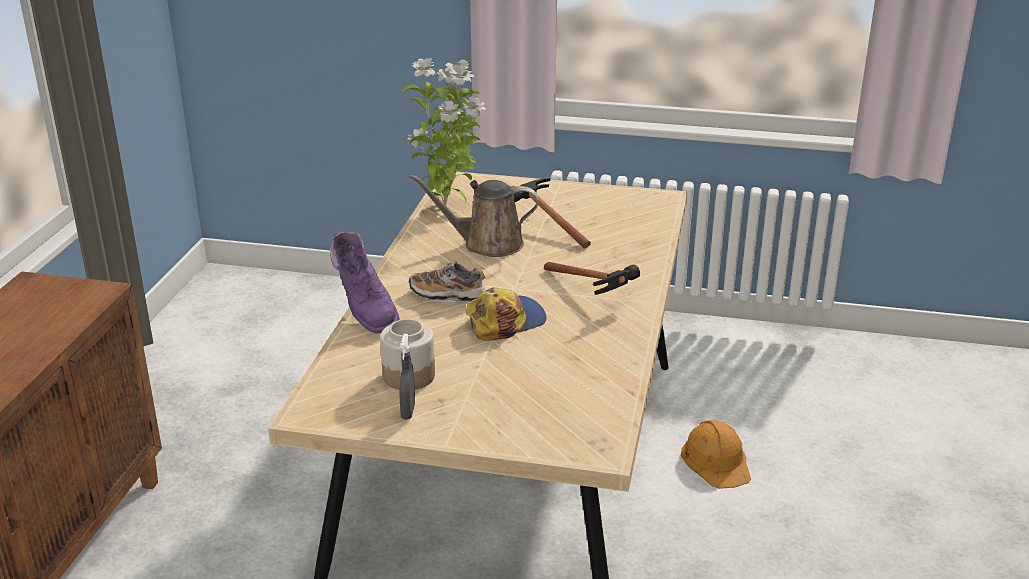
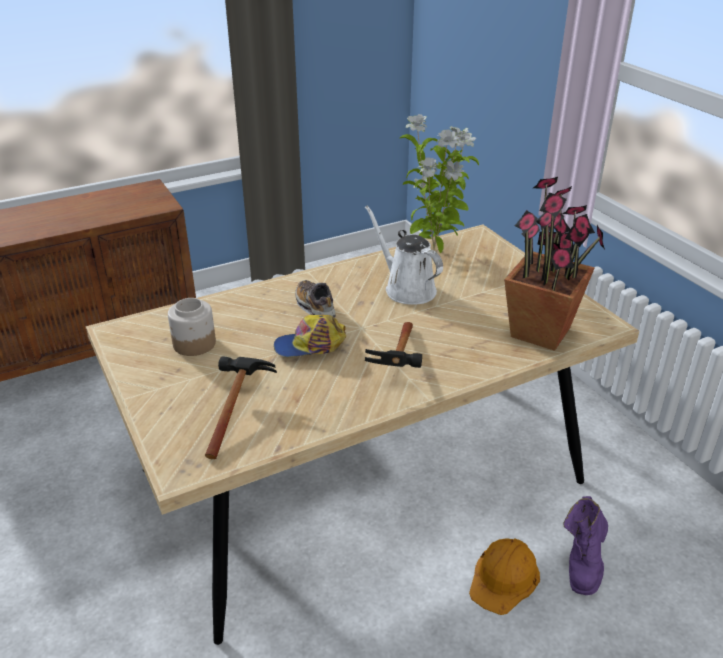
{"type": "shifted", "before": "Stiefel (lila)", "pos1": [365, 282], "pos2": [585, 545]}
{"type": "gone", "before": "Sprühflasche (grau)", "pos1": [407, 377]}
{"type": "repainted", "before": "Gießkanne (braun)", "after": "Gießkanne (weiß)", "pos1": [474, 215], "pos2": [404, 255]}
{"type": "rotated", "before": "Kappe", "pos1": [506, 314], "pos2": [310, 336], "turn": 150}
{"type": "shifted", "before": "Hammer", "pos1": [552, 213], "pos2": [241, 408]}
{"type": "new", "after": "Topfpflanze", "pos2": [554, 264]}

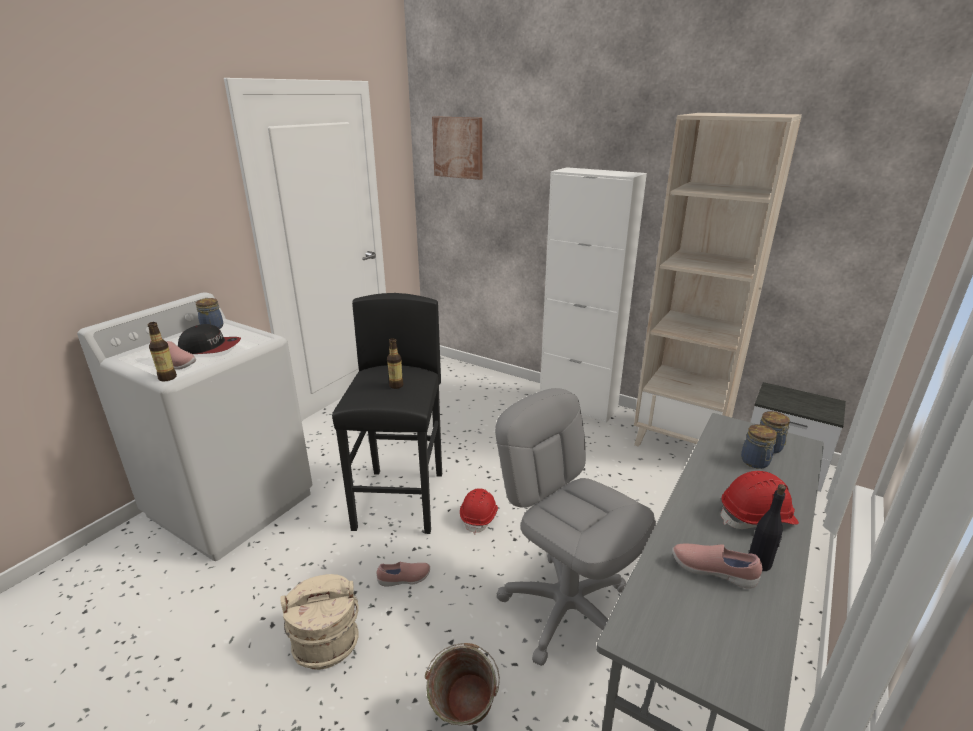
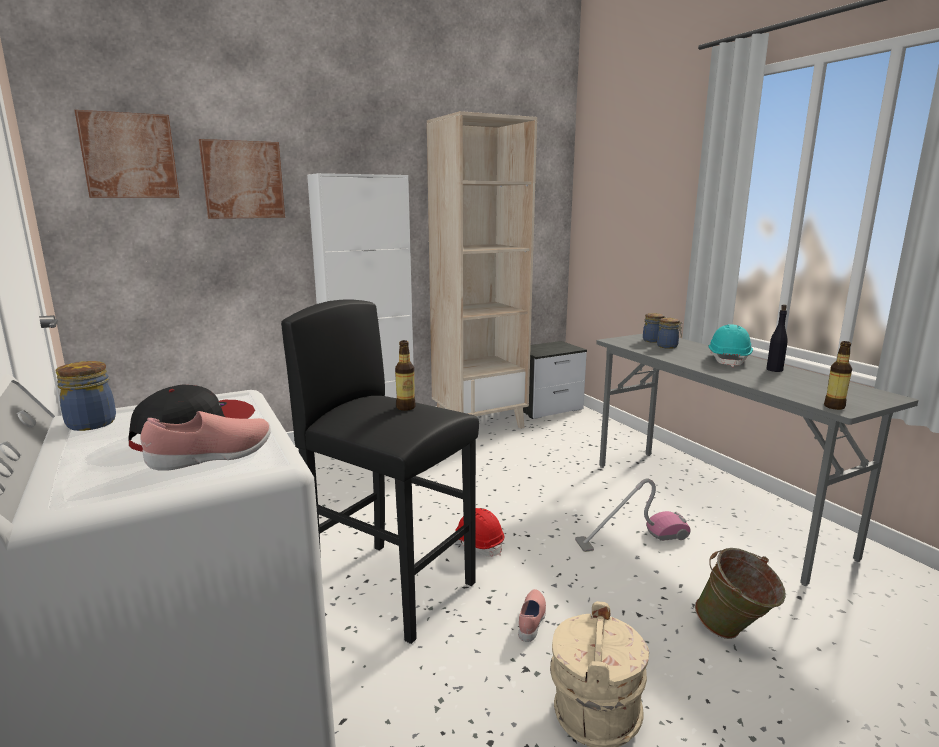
{"type": "shifted", "before": "Flasche", "pos1": [162, 351], "pos2": [838, 375]}
{"type": "swapped", "before": "Bürostuhl (grau)", "after": "Staubsauger", "pos1": [575, 527], "pos2": [633, 515]}
{"type": "gone", "before": "Schuh (rosa)", "pos1": [717, 566]}
{"type": "repainted", "before": "Schutzhelm (rot)", "after": "Schutzhelm (türkis)", "pos1": [760, 500], "pos2": [730, 345]}
{"type": "new", "after": "Bild", "pos2": [242, 179]}

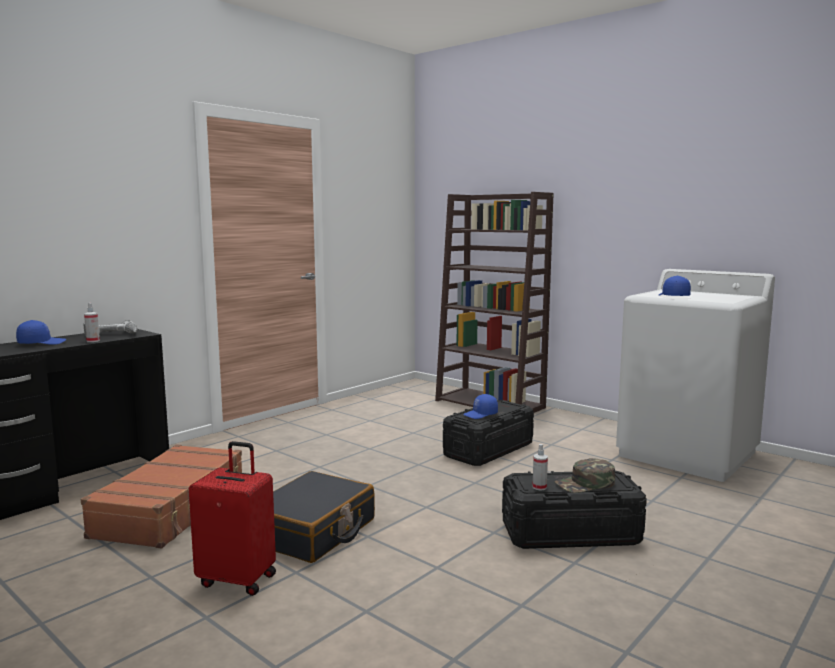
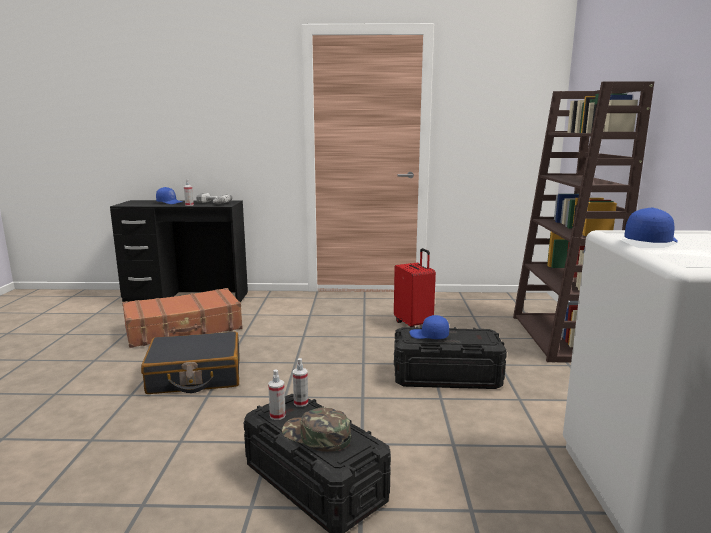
{"type": "shifted", "before": "Koffer (rot)", "pos1": [232, 518], "pos2": [415, 287]}
{"type": "new", "after": "Sprühflasche", "pos2": [300, 382]}

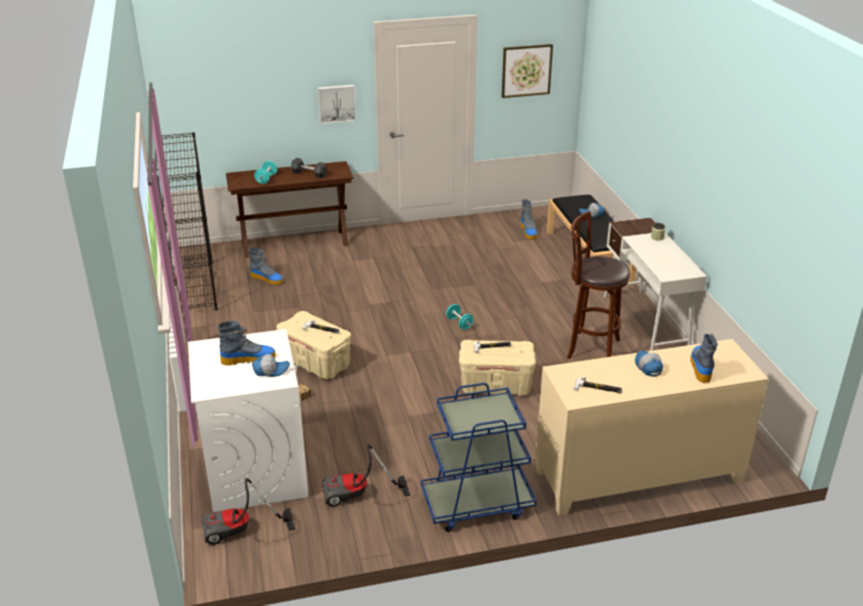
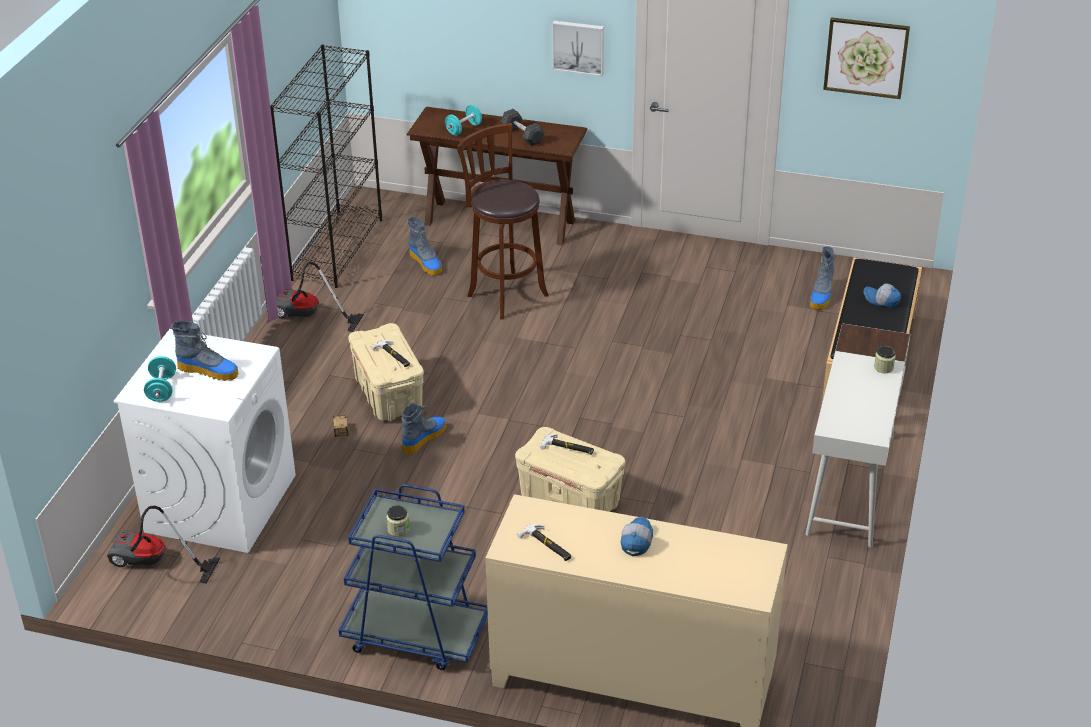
{"type": "gone", "before": "Kappe", "pos1": [271, 365]}
{"type": "shifted", "before": "Staubsauger", "pos1": [366, 475], "pos2": [320, 296]}
{"type": "shifted", "before": "Hantel (türkis)", "pos1": [460, 317], "pos2": [160, 379]}
{"type": "shifted", "before": "Hocker (braun)", "pos1": [598, 285], "pos2": [503, 221]}
{"type": "shifted", "before": "Stiefel", "pos1": [704, 358], "pos2": [424, 429]}
{"type": "new", "after": "Vorratsglas", "pos2": [398, 520]}

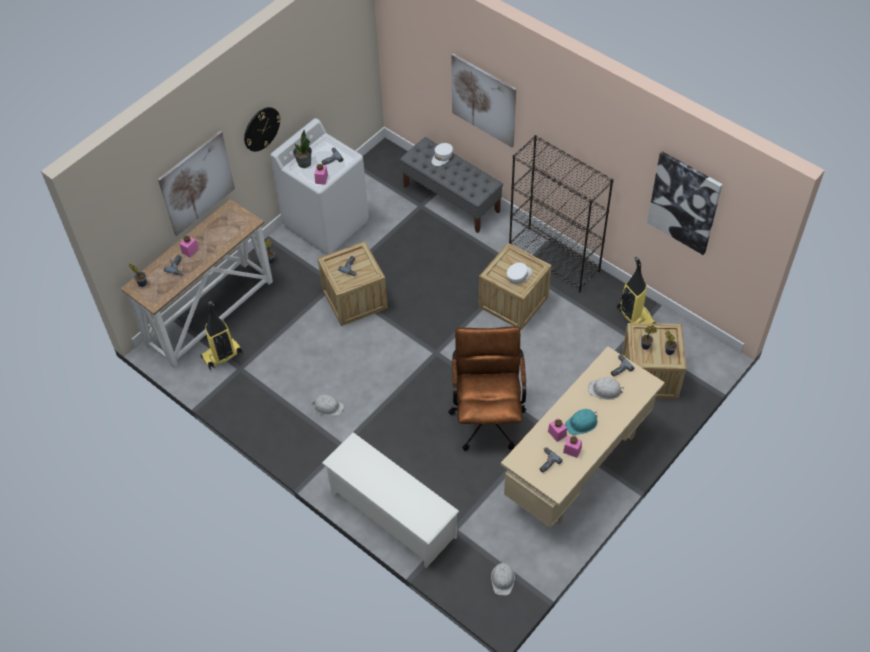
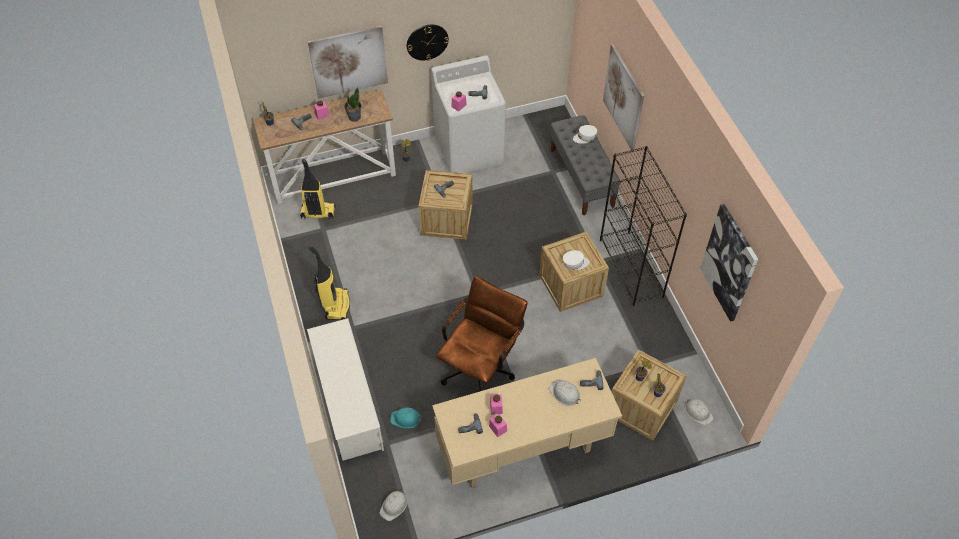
{"type": "shifted", "before": "Topfpflanze", "pos1": [302, 149], "pos2": [353, 104]}
{"type": "shifted", "before": "Schutzhelm (weiß)", "pos1": [327, 405], "pos2": [699, 412]}
{"type": "shifted", "before": "Schutzhelm (türkis)", "pos1": [581, 422], "pos2": [406, 417]}
{"type": "shifted", "before": "Staubsauger", "pos1": [636, 290], "pos2": [329, 282]}

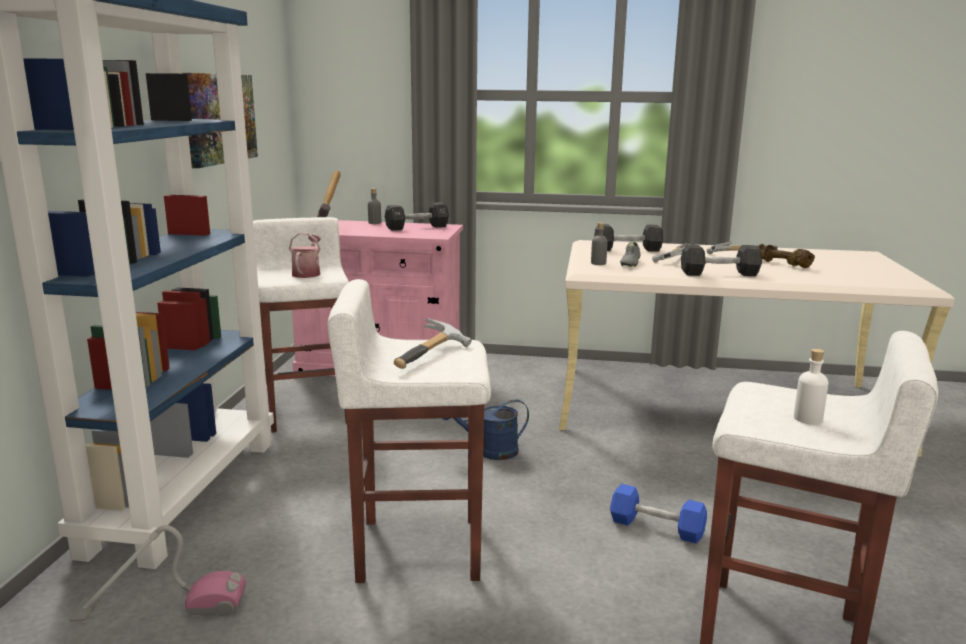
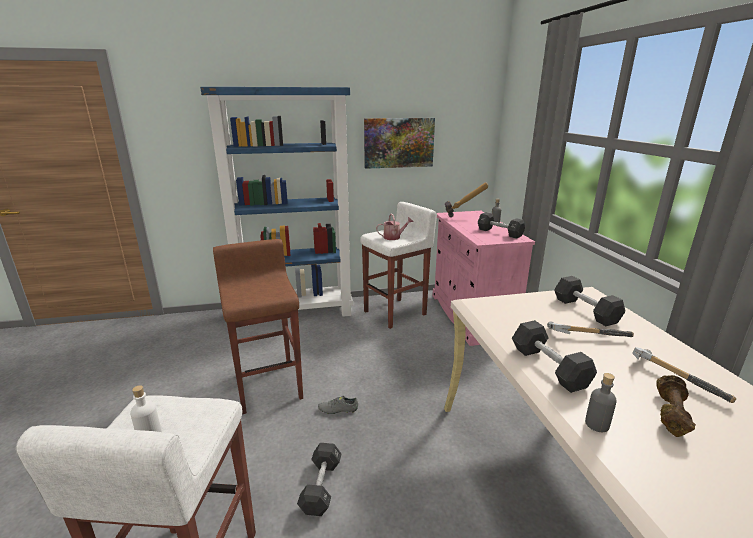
{"type": "gone", "before": "Staubsauger", "pos1": [158, 574]}
{"type": "repainted", "before": "Hocker (weiß)", "after": "Hocker (braun)", "pos1": [409, 431], "pos2": [258, 326]}
{"type": "gone", "before": "Hammer", "pos1": [433, 343]}
{"type": "gone", "before": "Gießkanne (blau)", "pos1": [485, 429]}
{"type": "shifted", "before": "Flasche (grau)", "pos1": [599, 243], "pos2": [601, 402]}
{"type": "repainted", "before": "Hantel (blau)", "after": "Hantel (schwarz)", "pos1": [658, 514], "pos2": [319, 479]}
{"type": "shifted", "before": "Schuh (grau)", "pos1": [630, 254], "pos2": [338, 405]}

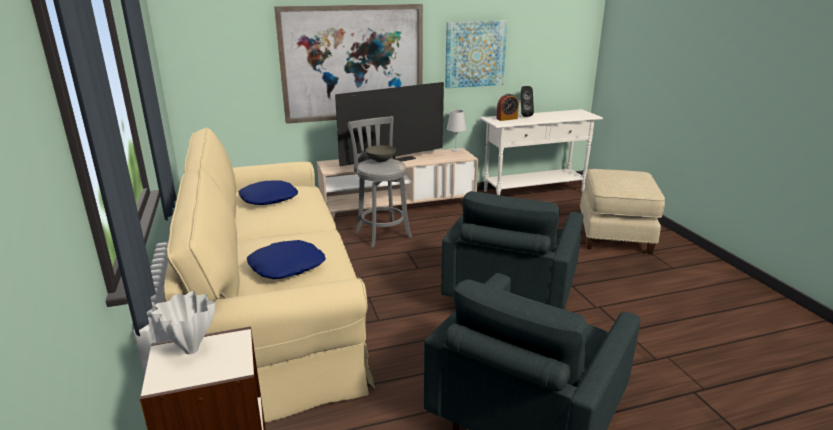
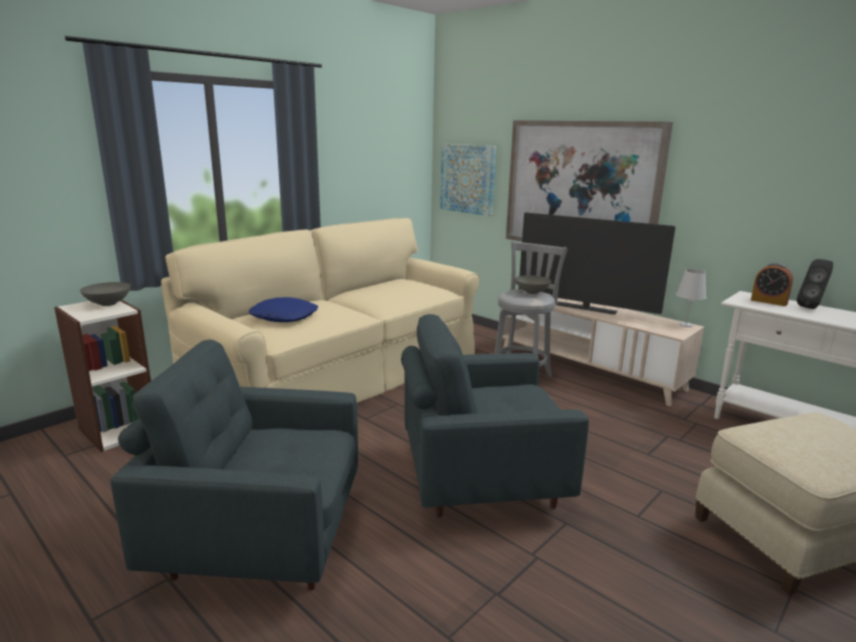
{"type": "swapped", "before": "Vase (weiß)", "after": "Schüssel (grau)", "pos1": [183, 322], "pos2": [105, 294]}
{"type": "gone", "before": "Kissen (blau)", "pos1": [268, 192]}
{"type": "shifted", "before": "Bild", "pos1": [476, 54], "pos2": [468, 180]}

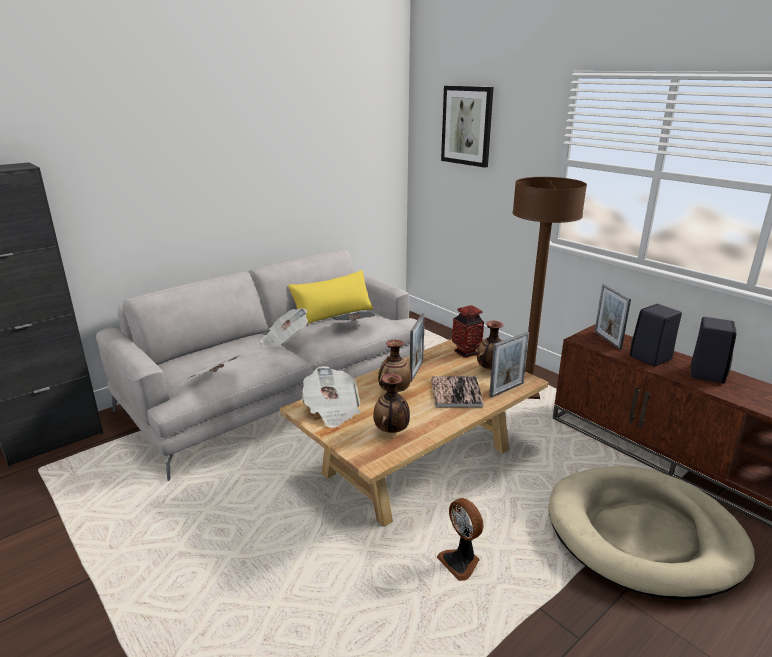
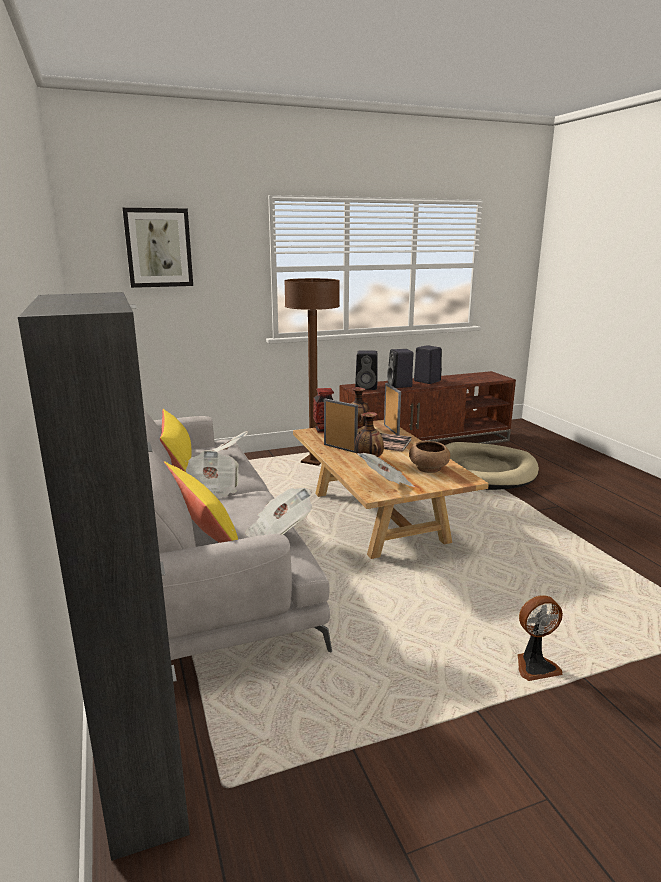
{"type": "swapped", "before": "Vase", "after": "Schüssel (braun)", "pos1": [391, 403], "pos2": [429, 457]}
{"type": "shifted", "before": "Ventilator", "pos1": [460, 539], "pos2": [540, 638]}
{"type": "swapped", "before": "Bilderrahmen", "after": "Lautsprecher (schwarz)", "pos1": [612, 317], "pos2": [366, 370]}
{"type": "new", "after": "Kissen (gelb)", "pos2": [201, 502]}

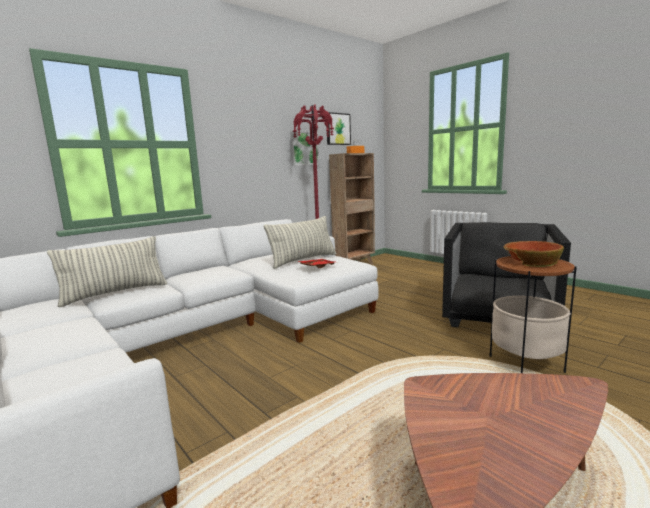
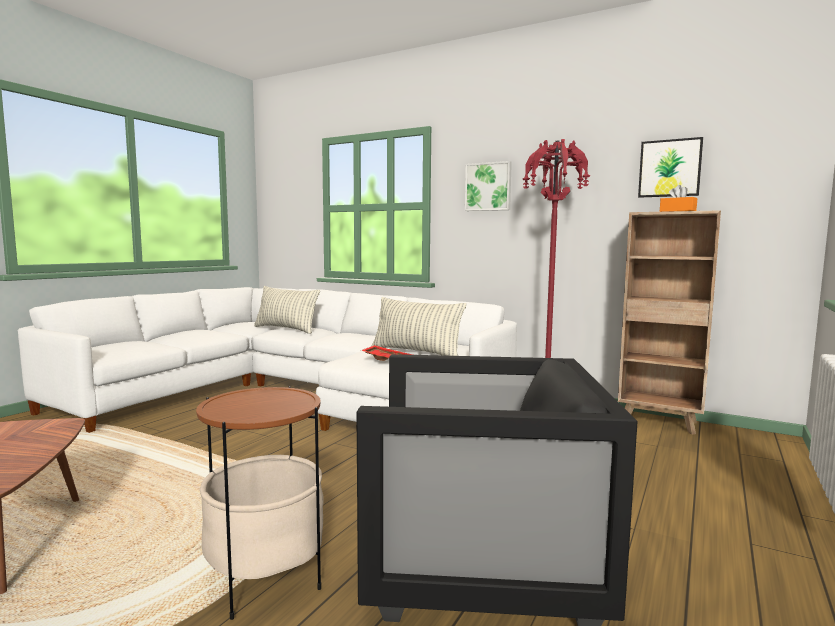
{"type": "shifted", "before": "Bild", "pos1": [304, 148], "pos2": [488, 186]}
{"type": "gone", "before": "Schüssel", "pos1": [534, 254]}

